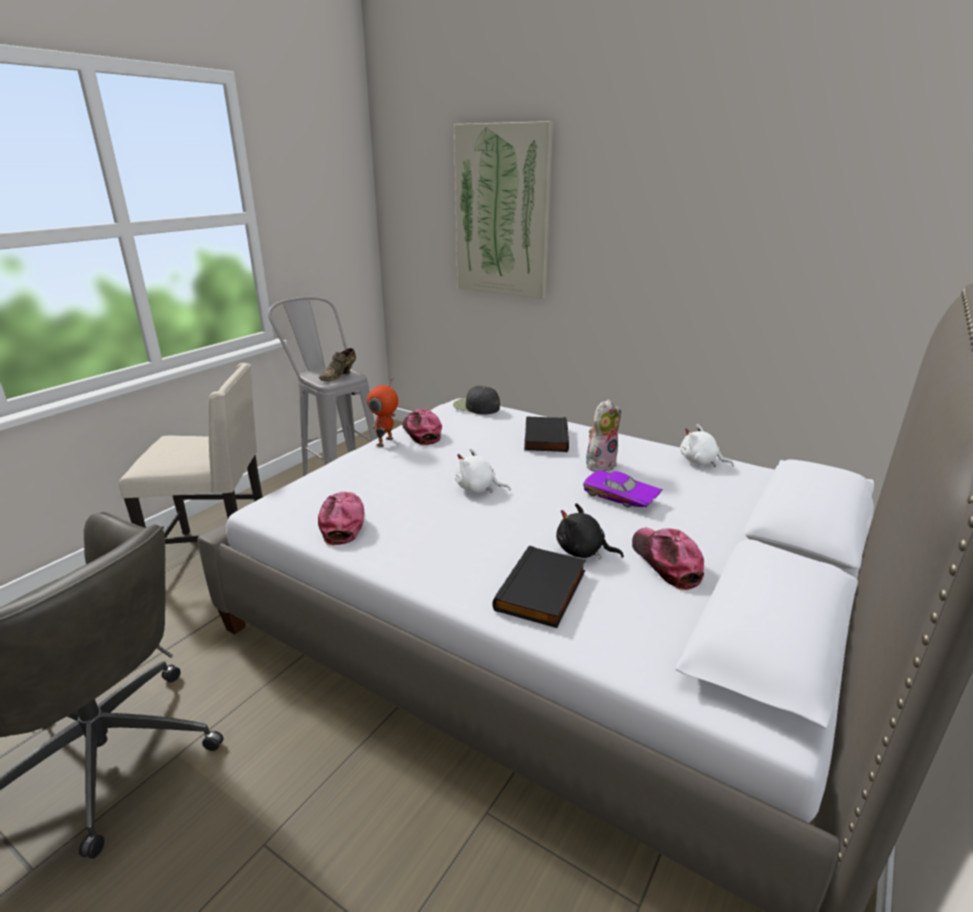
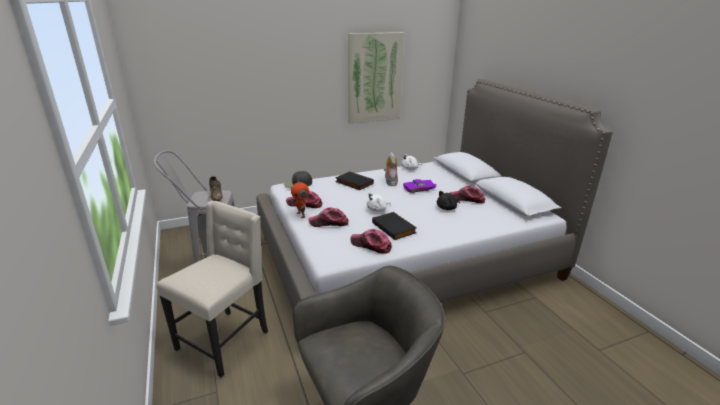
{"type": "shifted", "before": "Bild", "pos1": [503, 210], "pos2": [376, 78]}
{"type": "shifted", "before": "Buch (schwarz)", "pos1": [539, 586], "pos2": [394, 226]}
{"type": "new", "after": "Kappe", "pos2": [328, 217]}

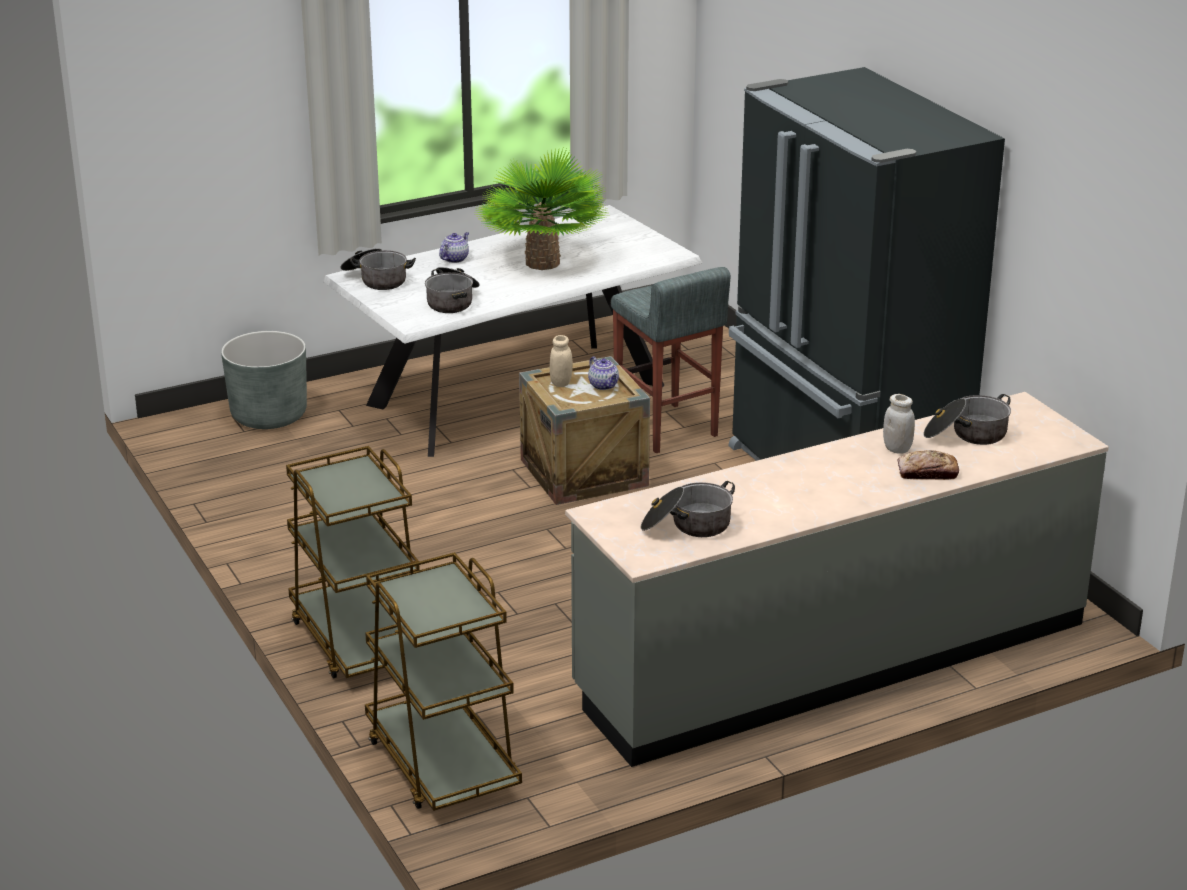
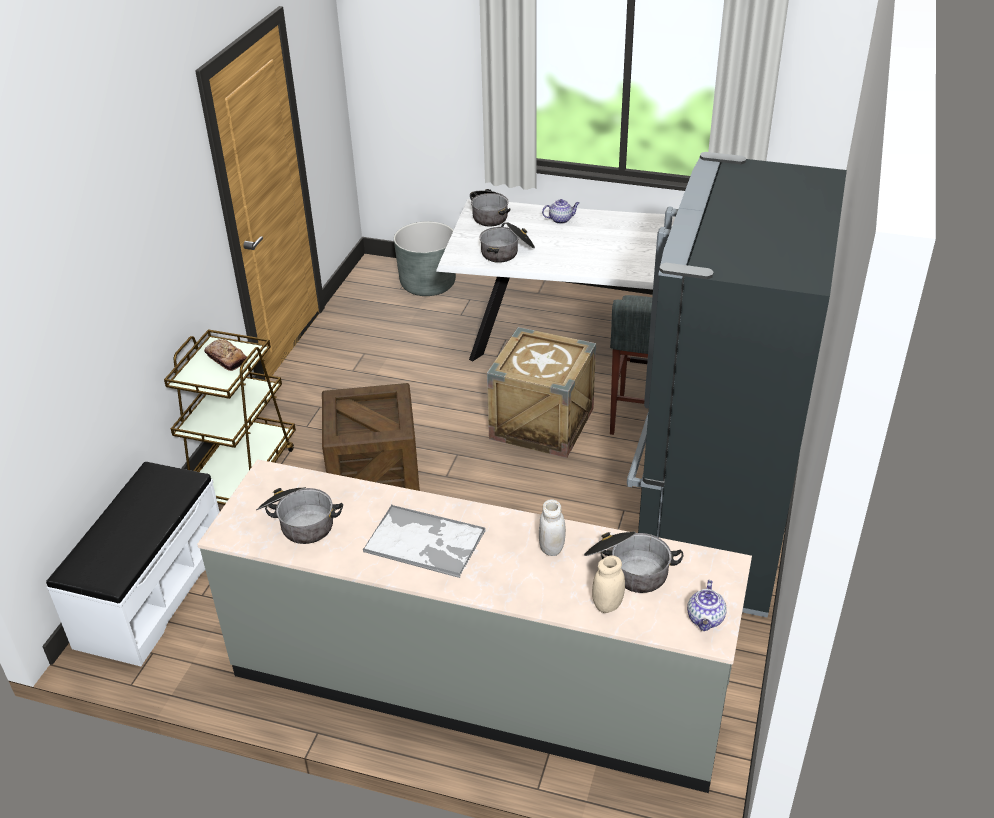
{"type": "swapped", "before": "Rollwagen (braun)", "after": "Bank (weiß)", "pos1": [443, 681], "pos2": [133, 564]}
{"type": "gone", "before": "Topfpflanze", "pos1": [540, 208]}
{"type": "shifted", "before": "Vorratsglas (beige)", "pos1": [561, 361], "pos2": [608, 584]}
{"type": "shifted", "before": "Teekanne", "pos1": [603, 373], "pos2": [707, 605]}
{"type": "shifted", "before": "Brot", "pos1": [928, 465], "pos2": [225, 355]}
{"type": "new", "after": "Kiste", "pos2": [371, 437]}
{"type": "new", "after": "Tablett", "pos2": [424, 541]}

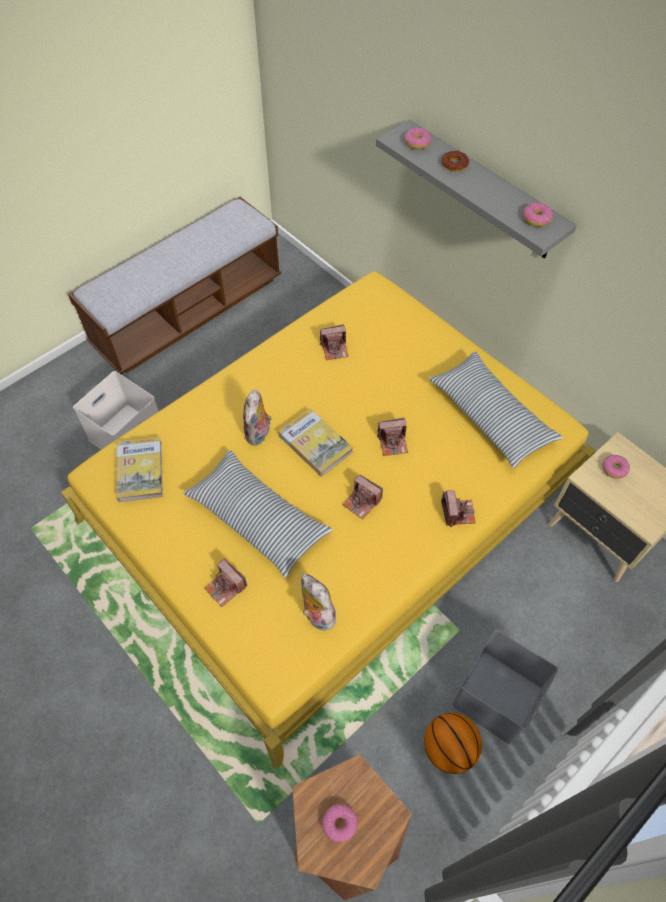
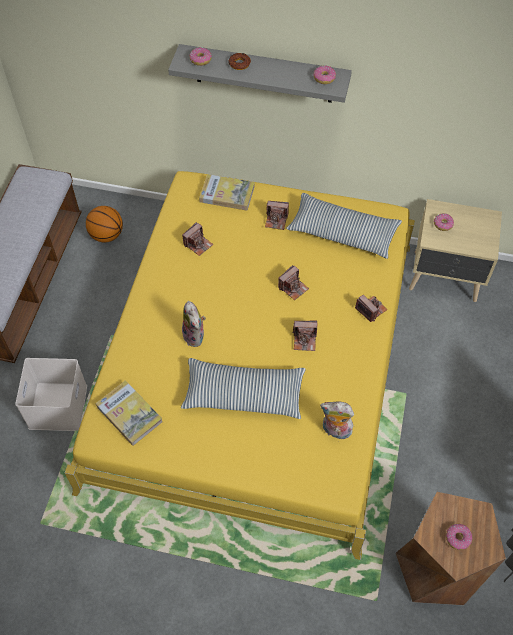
{"type": "shifted", "before": "Kamera", "pos1": [225, 583], "pos2": [277, 215]}
{"type": "shifted", "before": "Buch", "pos1": [315, 442], "pos2": [227, 192]}
{"type": "shifted", "before": "Basketball", "pos1": [453, 743], "pos2": [104, 224]}
{"type": "gone", "before": "Aufbewahrungsbox (grau)", "pos1": [505, 687]}

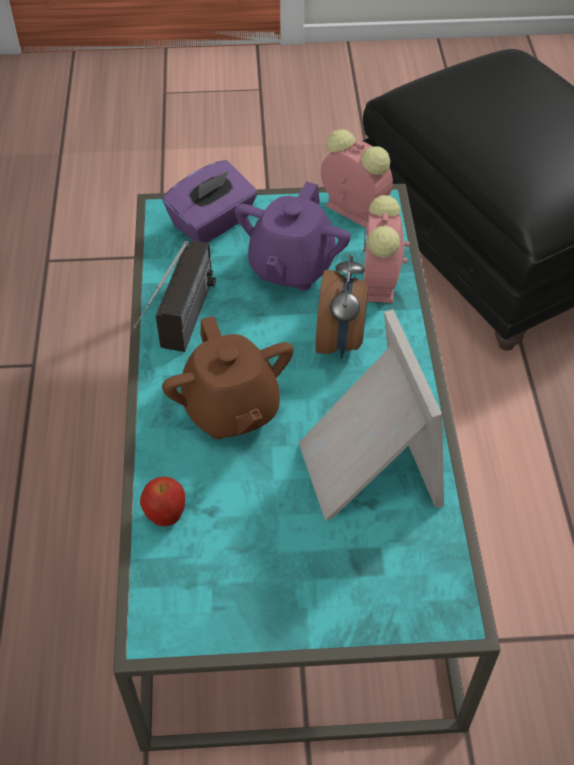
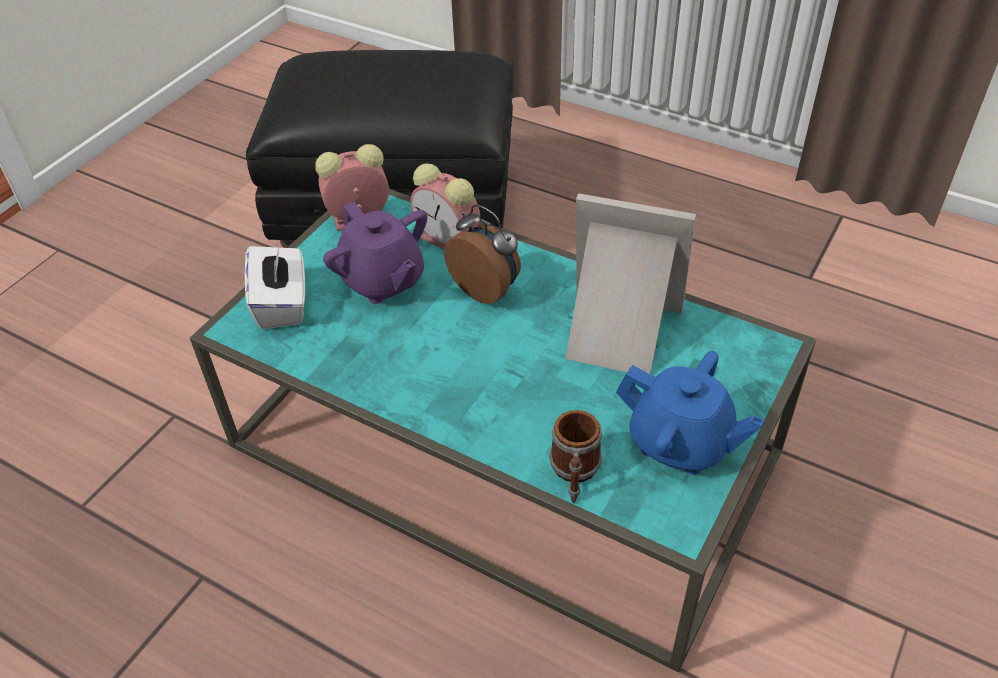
{"type": "gone", "before": "Radio", "pos1": [174, 296]}
{"type": "swapped", "before": "Apfel", "after": "Henkelbecher", "pos1": [162, 501], "pos2": [576, 456]}
{"type": "repainted", "before": "Taschentuchbox (lila)", "after": "Taschentuchbox (weiß)", "pos1": [209, 201], "pos2": [275, 286]}
{"type": "gone", "before": "Teekanne (braun)", "pos1": [228, 377]}
{"type": "new", "after": "Teekanne (blau)", "pos2": [690, 413]}

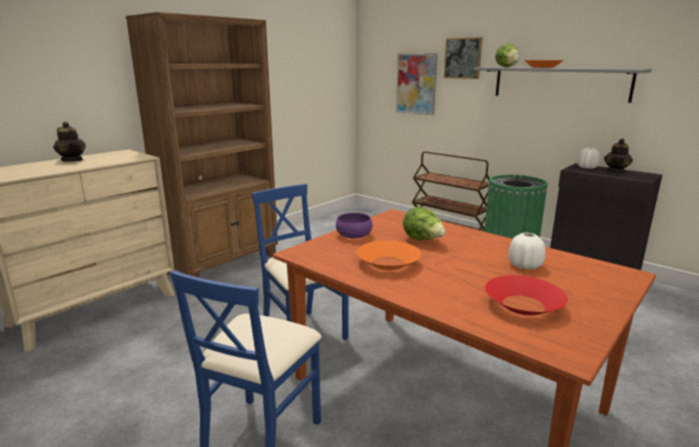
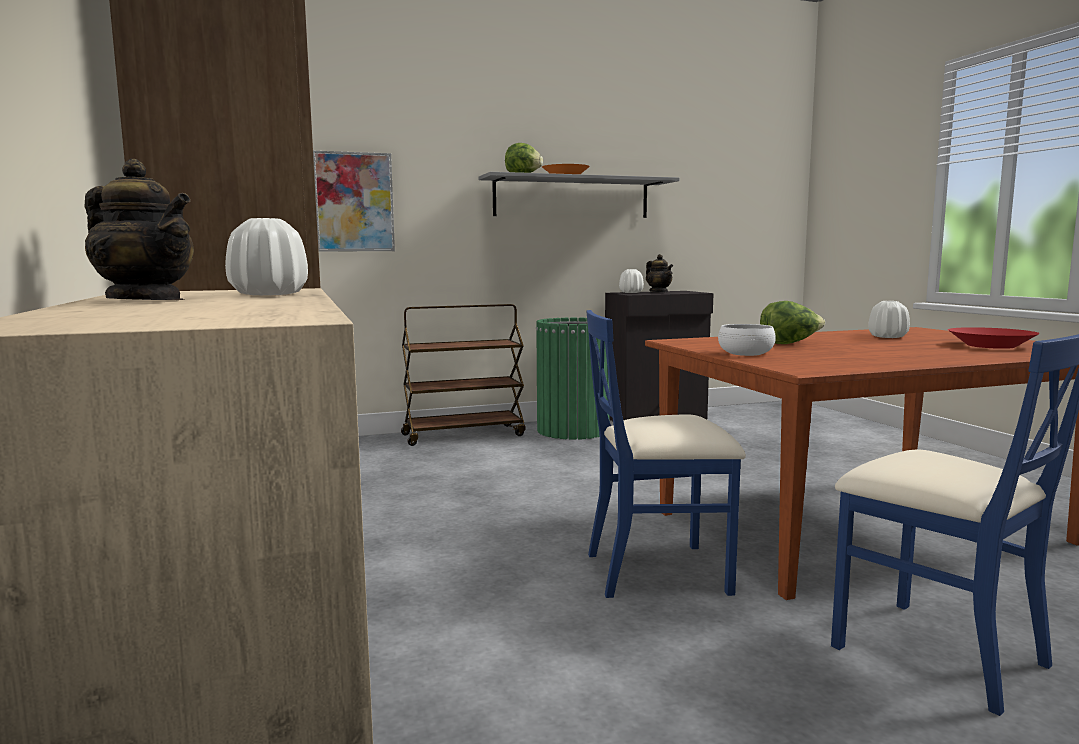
{"type": "rotated", "before": "Teekanne", "pos1": [69, 142], "pos2": [139, 229], "turn": 45}
{"type": "repainted", "before": "Schüssel (lila)", "after": "Schüssel (weiß)", "pos1": [354, 225], "pos2": [747, 340]}
{"type": "gone", "before": "Schüssel (orange)", "pos1": [389, 255]}
{"type": "gone", "before": "Bild", "pos1": [463, 58]}
{"type": "new", "after": "Vase (weiß)", "pos2": [266, 257]}

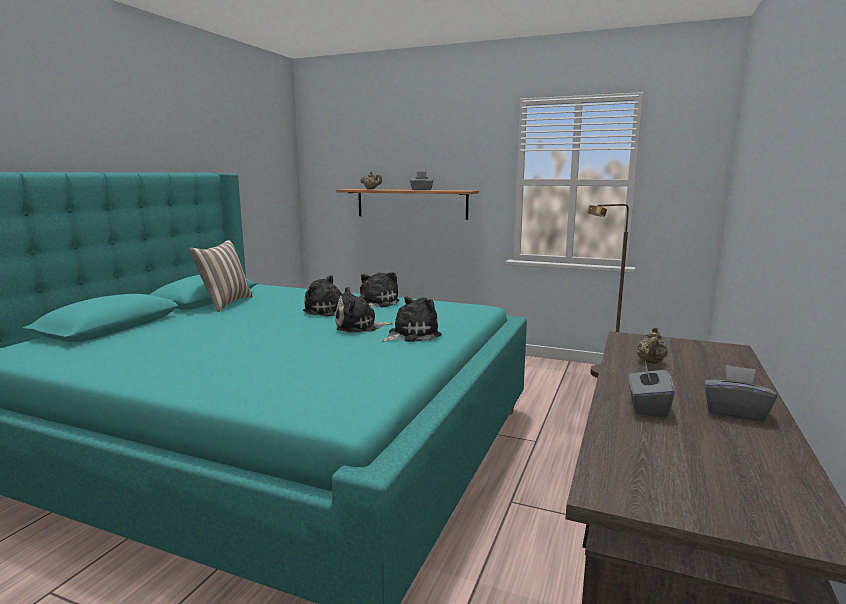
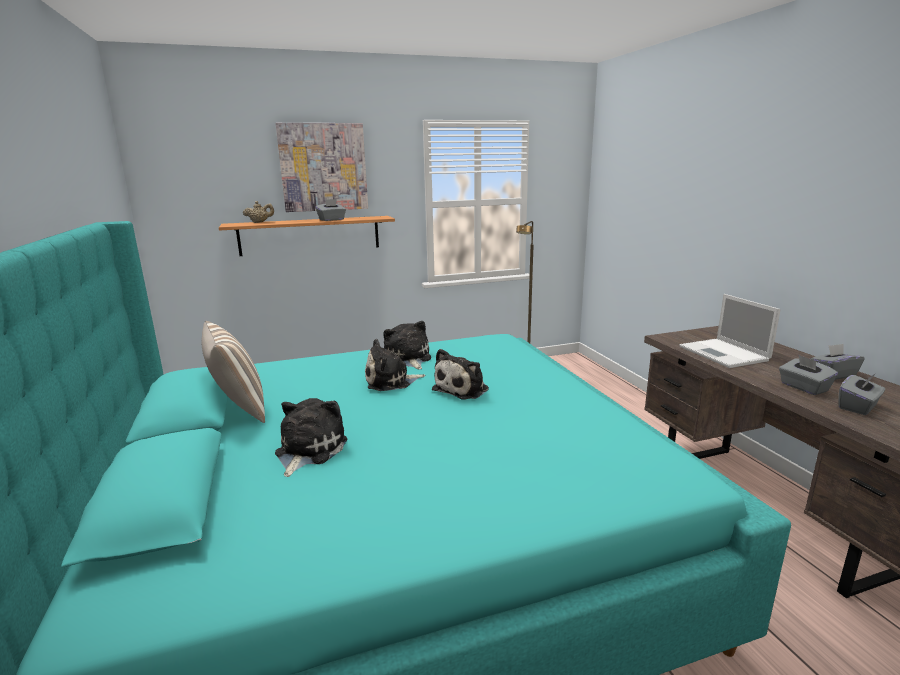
{"type": "shifted", "before": "Plüschtier", "pos1": [411, 319], "pos2": [311, 437]}
{"type": "swapped", "before": "Teekanne (beige)", "after": "Laptop", "pos1": [652, 345], "pos2": [730, 331]}
{"type": "new", "after": "Bild", "pos2": [322, 167]}
{"type": "new", "after": "Taschentuchbox (grau)", "pos2": [861, 394]}

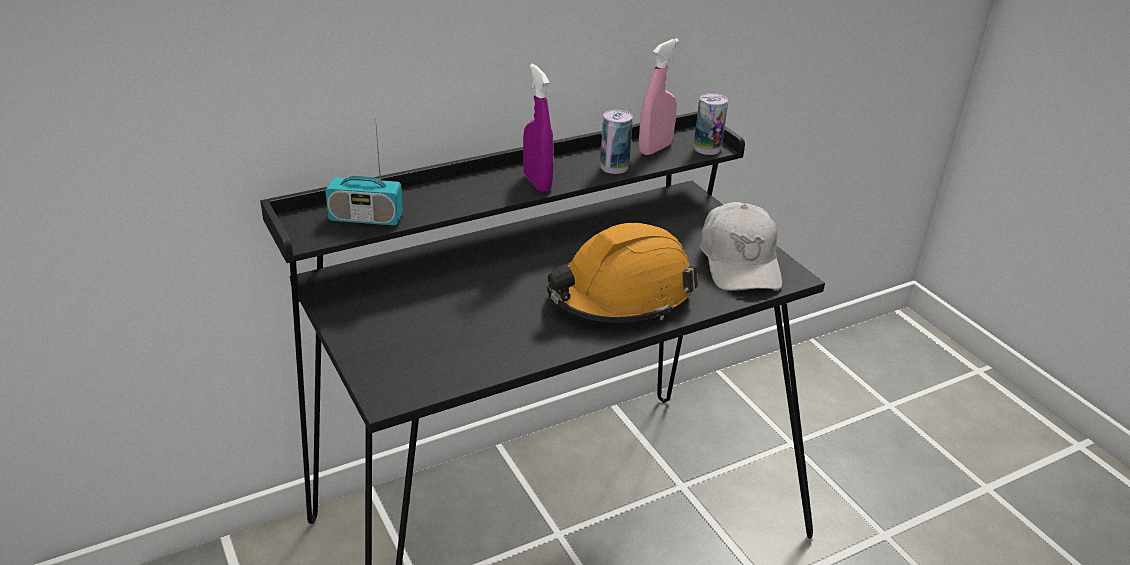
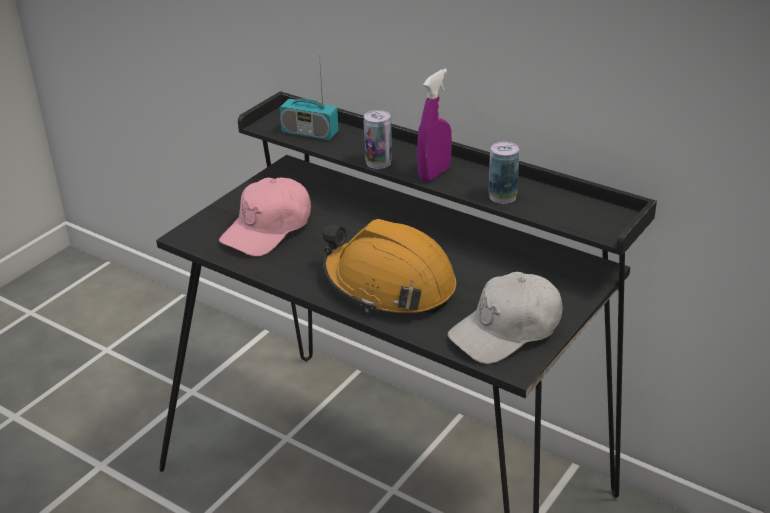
{"type": "rotated", "before": "Radio", "pos1": [364, 171], "pos2": [309, 97], "turn": -45}
{"type": "gone", "before": "Sprühflasche (rosa)", "pos1": [659, 96]}
{"type": "shifted", "before": "Dose", "pos1": [711, 124], "pos2": [377, 139]}
{"type": "new", "after": "Kappe (rosa)", "pos2": [265, 216]}

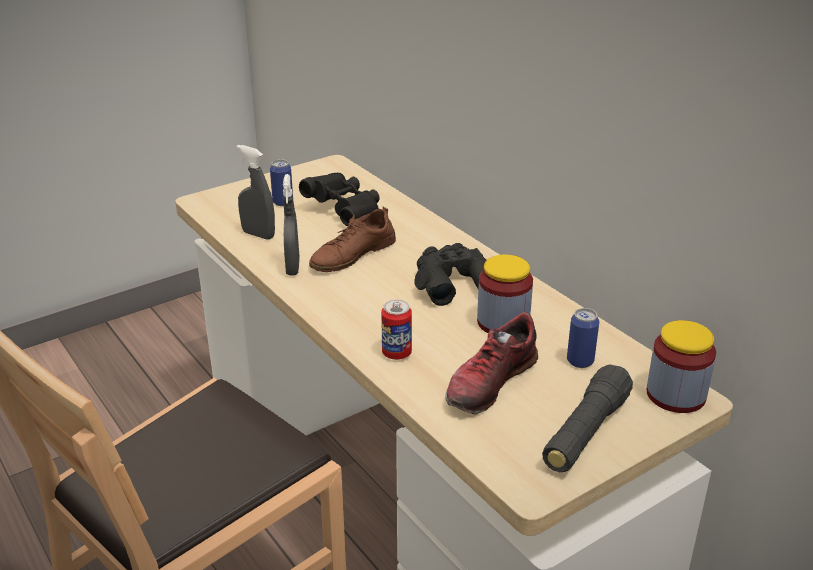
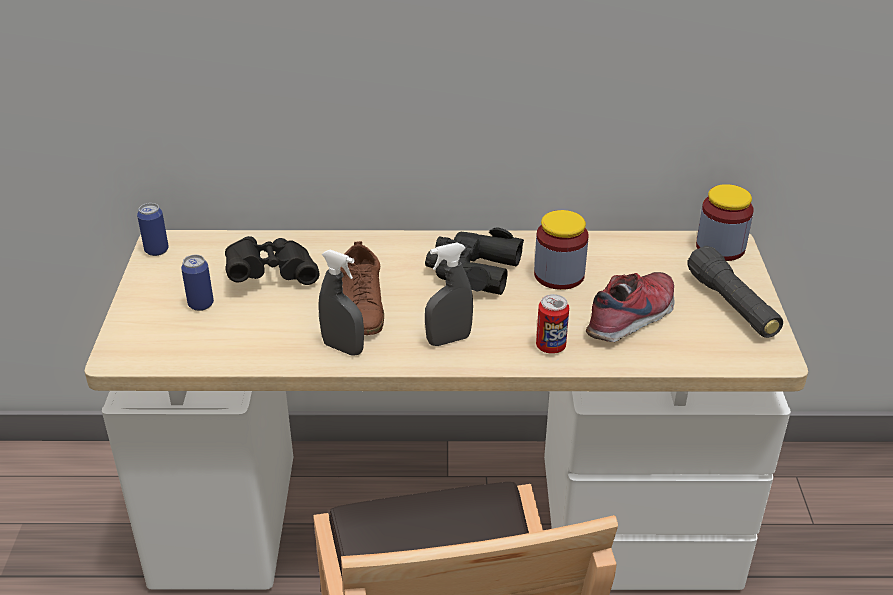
{"type": "shifted", "before": "Sprühflasche (grau)", "pos1": [256, 192], "pos2": [449, 294]}
{"type": "rotated", "before": "Schuh", "pos1": [491, 363], "pos2": [630, 307], "turn": -120}
{"type": "shifted", "before": "Dose", "pos1": [583, 338], "pos2": [153, 229]}

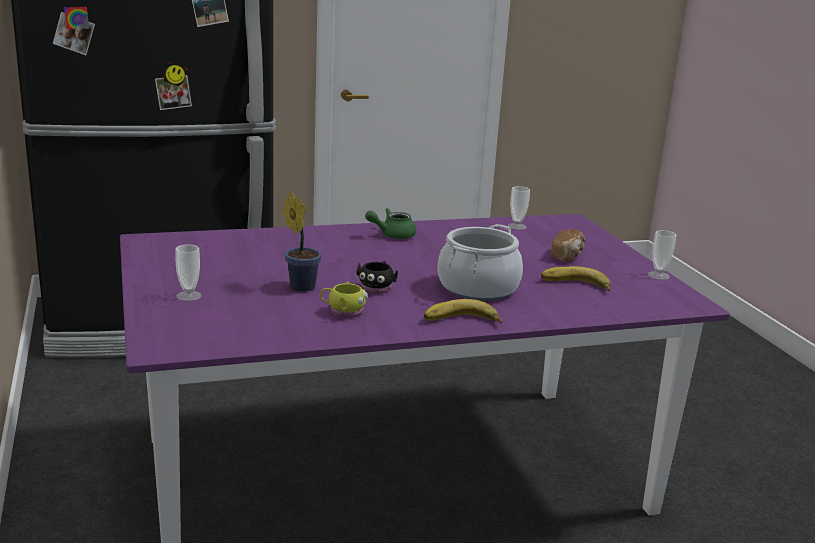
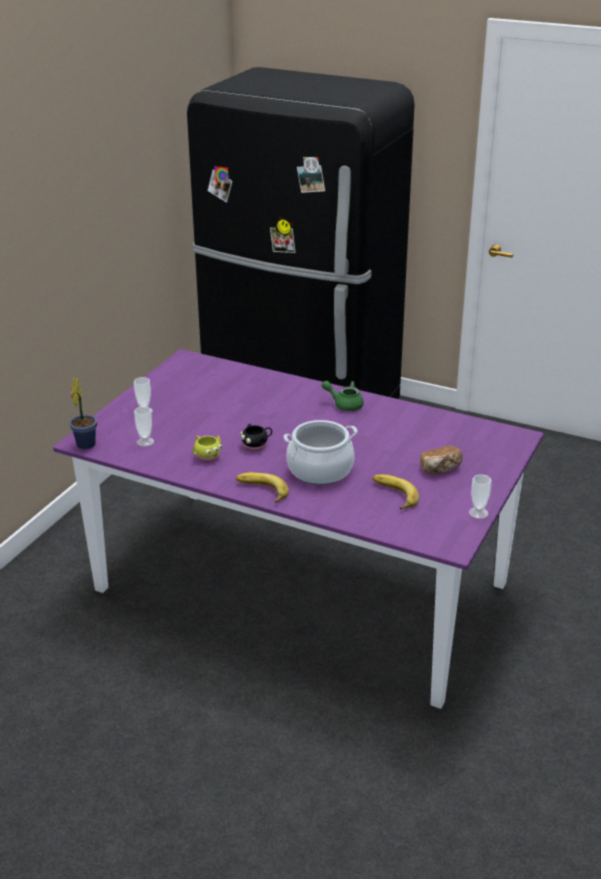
{"type": "shifted", "before": "Topfpflanze", "pos1": [302, 242], "pos2": [83, 412]}
{"type": "shifted", "before": "Tasse", "pos1": [519, 208], "pos2": [144, 427]}

